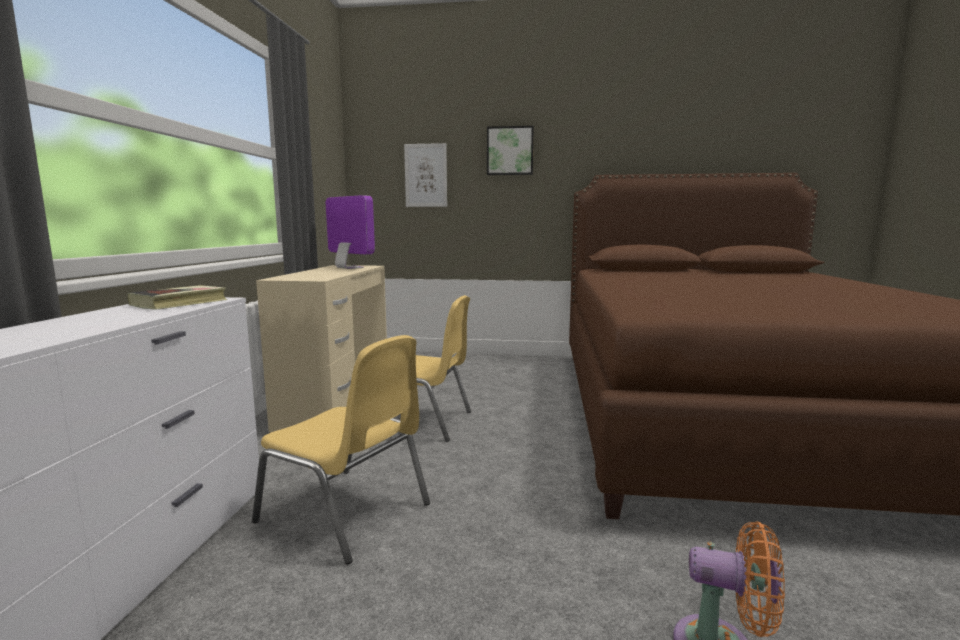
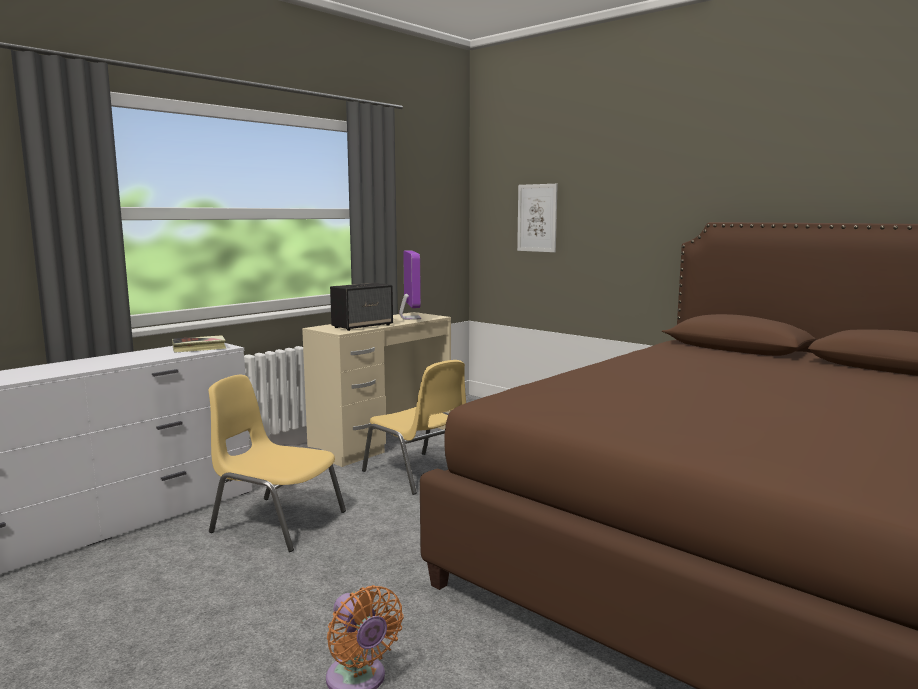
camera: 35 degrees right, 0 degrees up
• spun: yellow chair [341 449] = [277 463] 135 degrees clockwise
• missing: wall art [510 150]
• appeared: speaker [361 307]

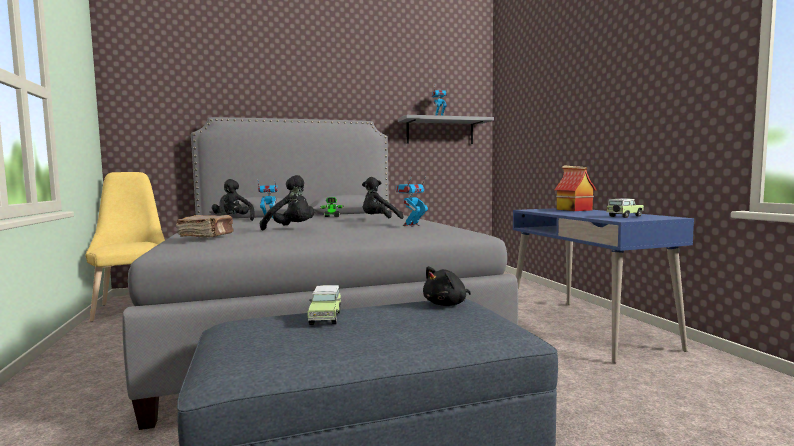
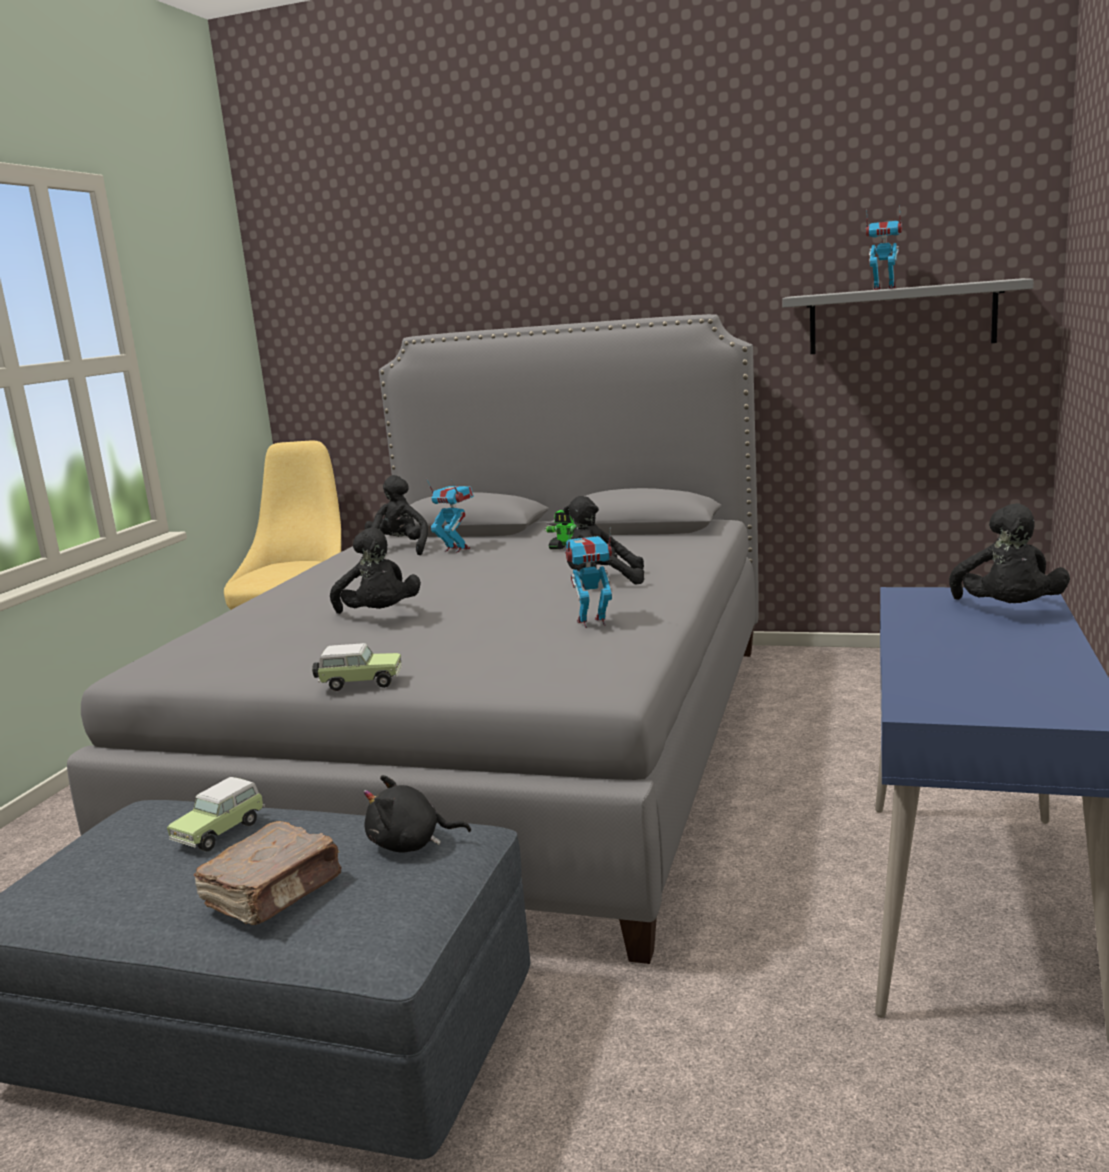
camera: 35 degrees right, 10 degrees up
• relocated: brownish volume [205 226] to [268 873]
• exchanged: miniature house [575 188] to blackish cuddly toy [1009 553]
• relocated: model car [625 208] to [357 667]

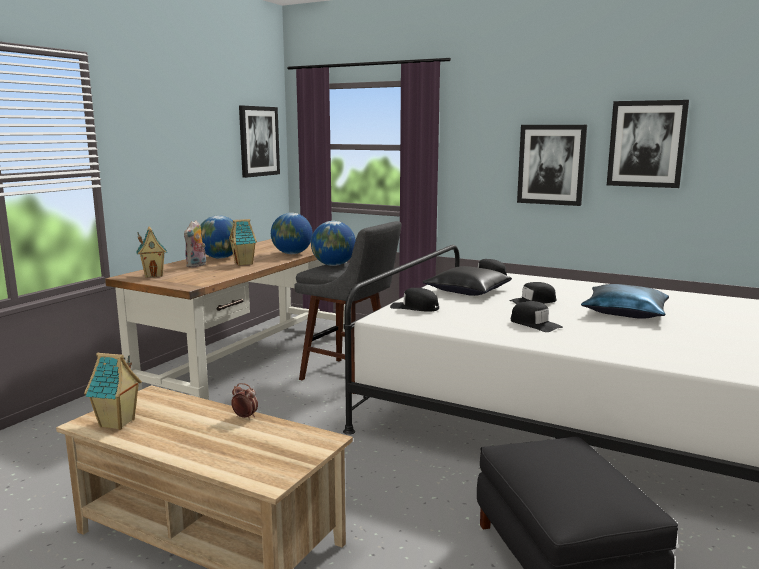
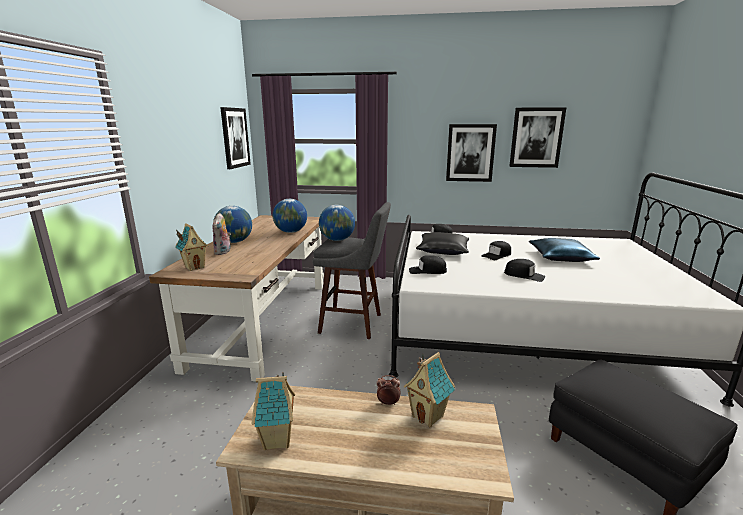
camera: 20 degrees left, 5 degrees up
• relocated: miniature house [243 242] to [429 389]

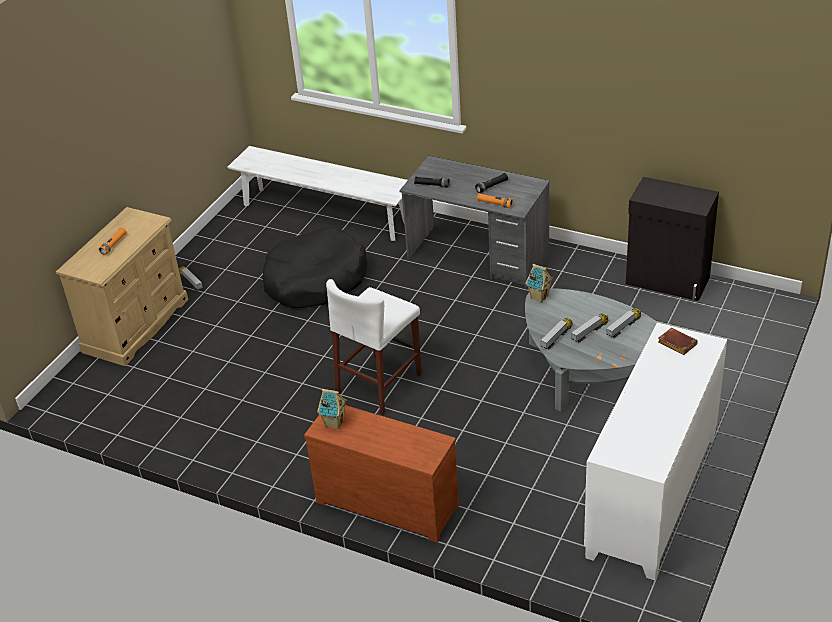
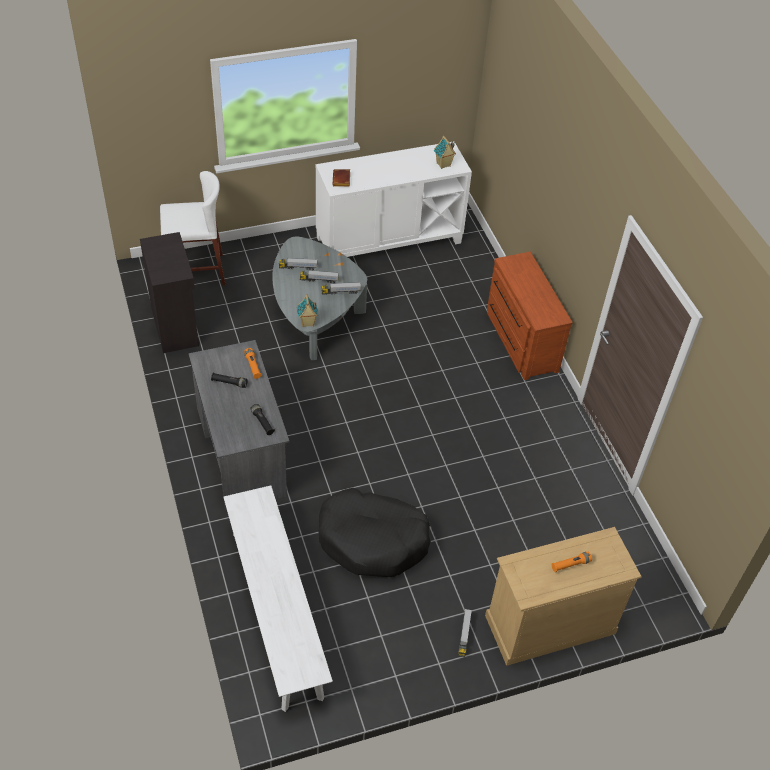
camera: 140 degrees left, 10 degrees up
• relocated: miniature house [332 409] to [445 152]
• relocated: white sitting stool [374 347] to [192 228]

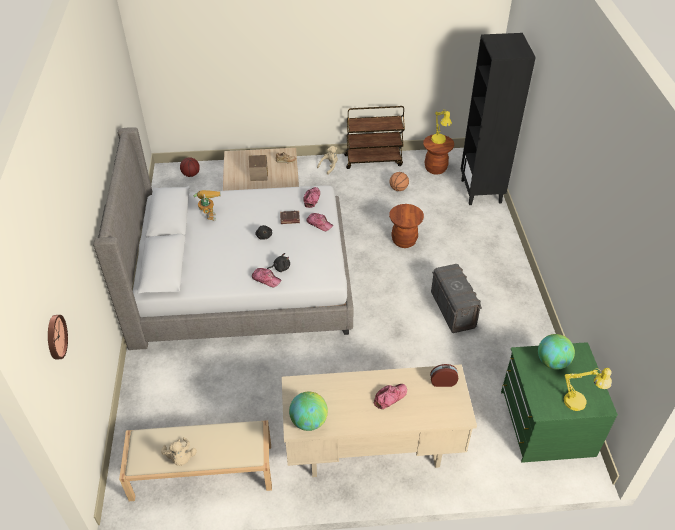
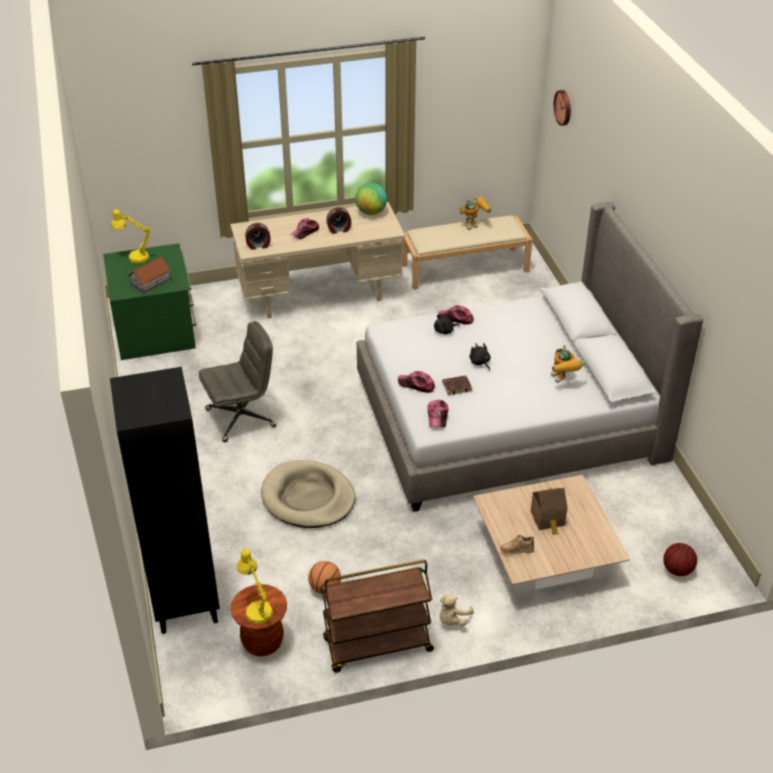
camera: 170 degrees right, 5 degrees down
• exchanged: beige-coloured cuddly toy [179 451] to model robot [475 213]
• exchanged: brownish sitting stool [406 226] to beige-coloured dog cushion [308 494]
• exchanged: greyish storage container [456 298] to greyish desk chair [237 381]
• exchanged: world globe [556 352] to miniature house [149 275]
• appeared: alarm clock [338 220]

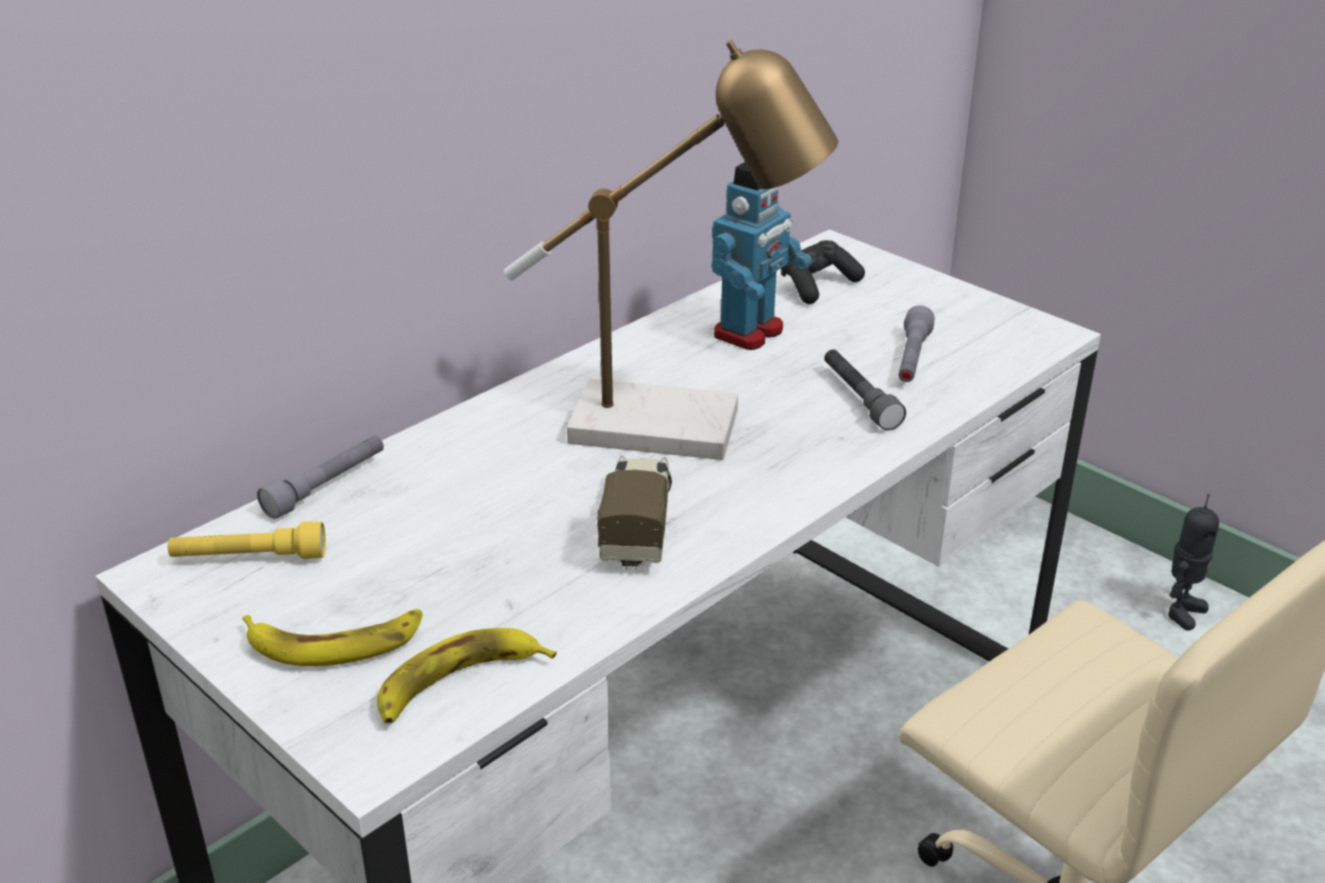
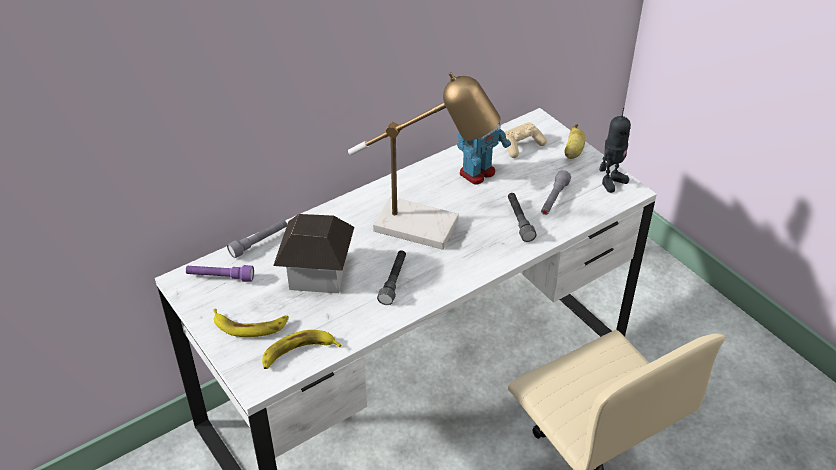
camera: 10 degrees right, 10 degrees up
• colour: yellow hand torch [247 540] to purplish hand torch [220 273]
• exchanged: toy truck [634 513] to greyish hand torch [391 277]
• colour: blackish game controller [823 272] to beige-coloured game controller [526 140]
• relocated: model robot [1193 562] to [615 150]
• appeared: miniature house [313 253]
• appeared: whole banana [574 141]

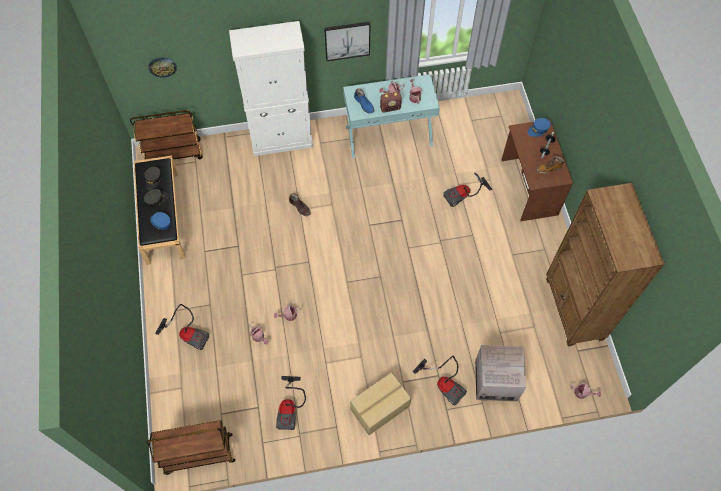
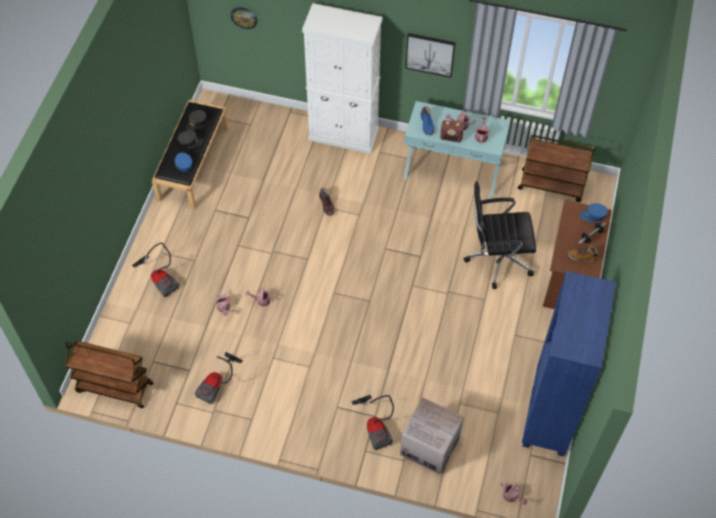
camera: 25 degrees right, 5 degrees down
• relocated: brownish trolley [166 135] to [556 168]
• missing: cardboard box [380 403]
• exchanged: hoover [467 190] to blackish desk chair [500 235]
• colour: brownish shelving unit [605 265] to blue shelving unit [569 363]

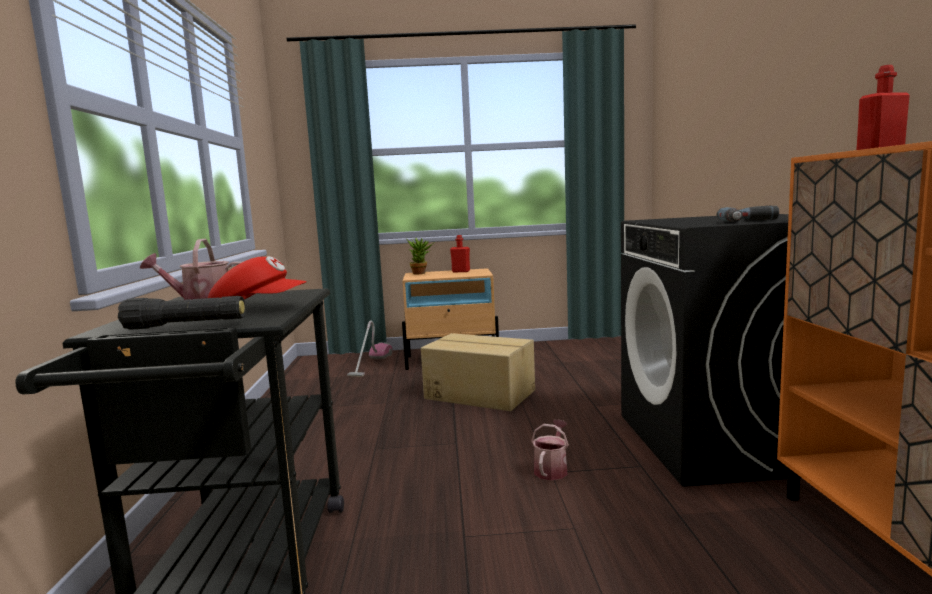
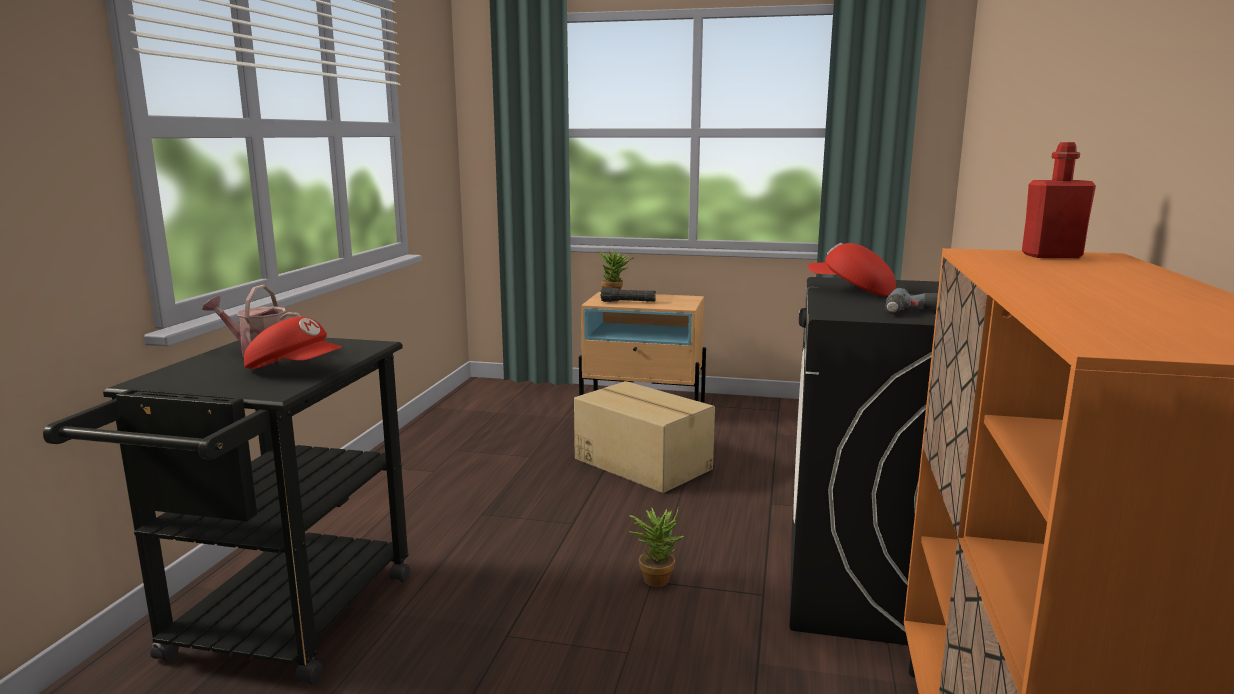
camera: 15 degrees right, 5 degrees up
• relocated: blackish hand torch [182 313] to [628 294]
• missing: hoover [369 348]
• missing: red drink bottle [460 253]
• exchanged: watering pot [550 450] to plant in a pot [656 547]
• appeared: red peaked cap [852 269]

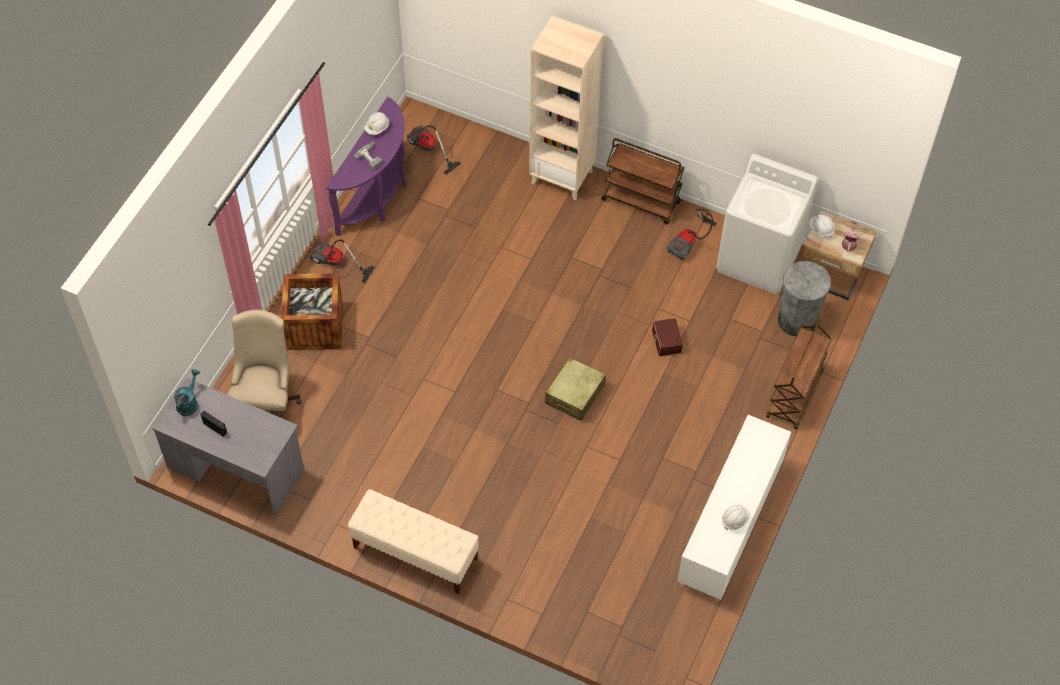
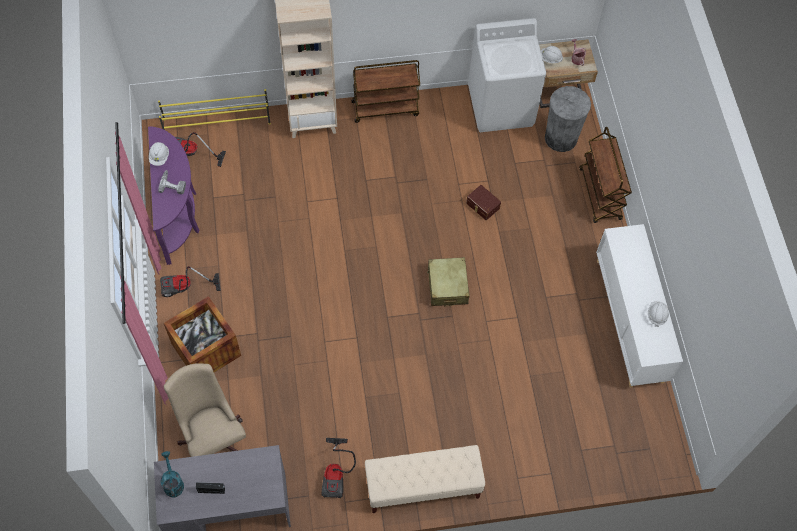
camera: 35 degrees left, 5 degrees up
• relocated: hoover [692 235] to [338 468]
• appeared: yellow shoe shelf [214 109]

